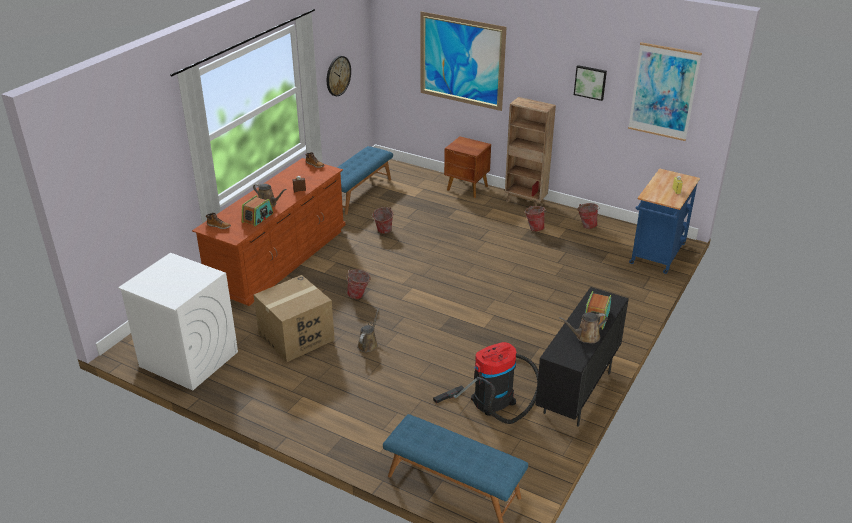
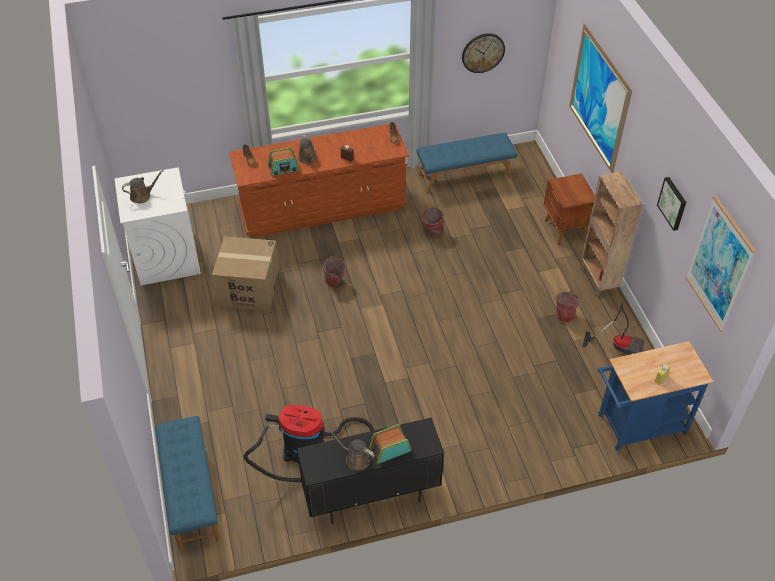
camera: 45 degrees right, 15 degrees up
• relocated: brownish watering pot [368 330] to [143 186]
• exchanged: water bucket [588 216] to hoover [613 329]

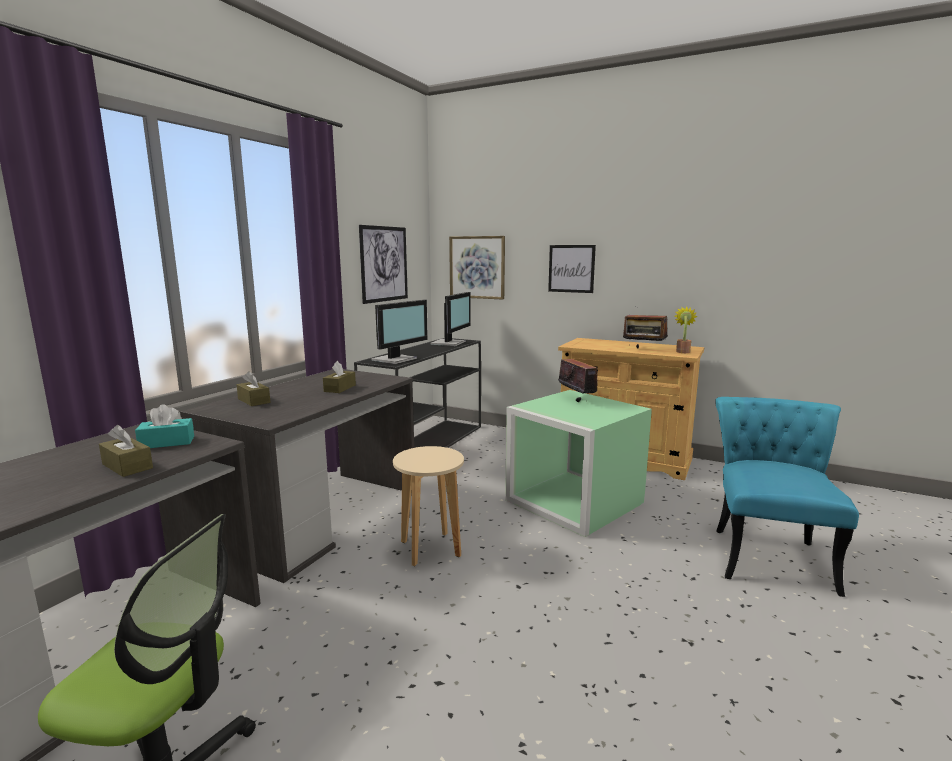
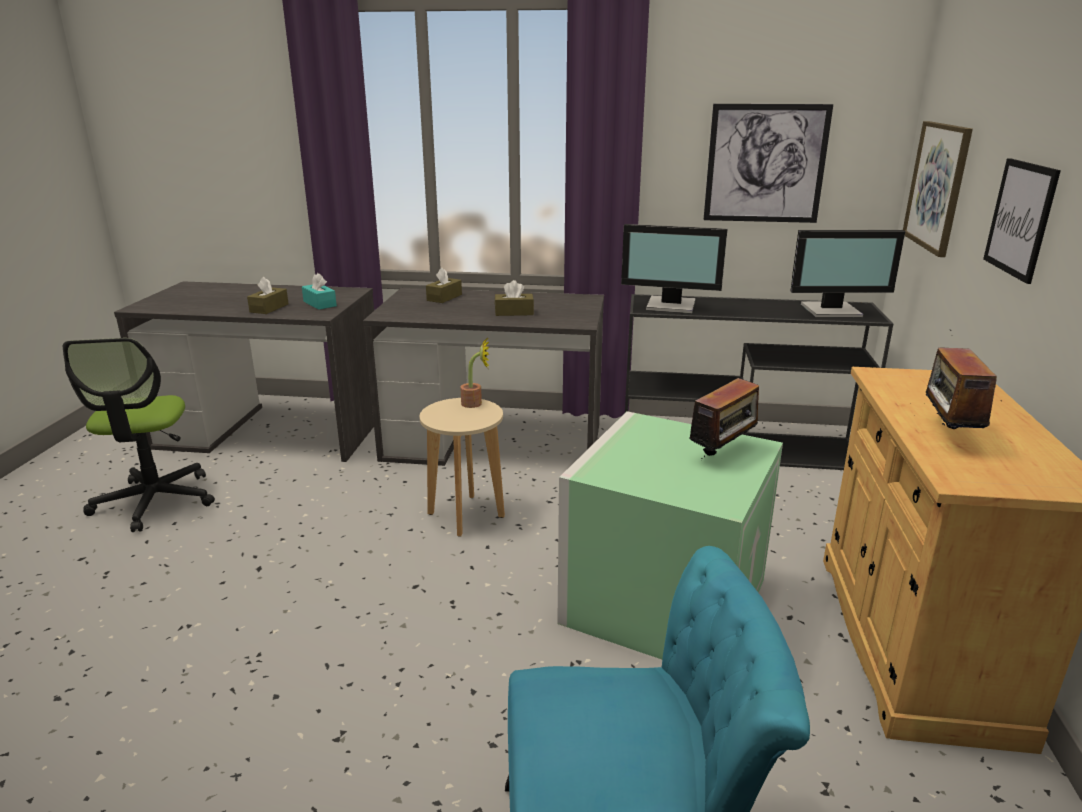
camera: 70 degrees right, 10 degrees up
• relocated: plant in a pot [686 329] to [475 373]

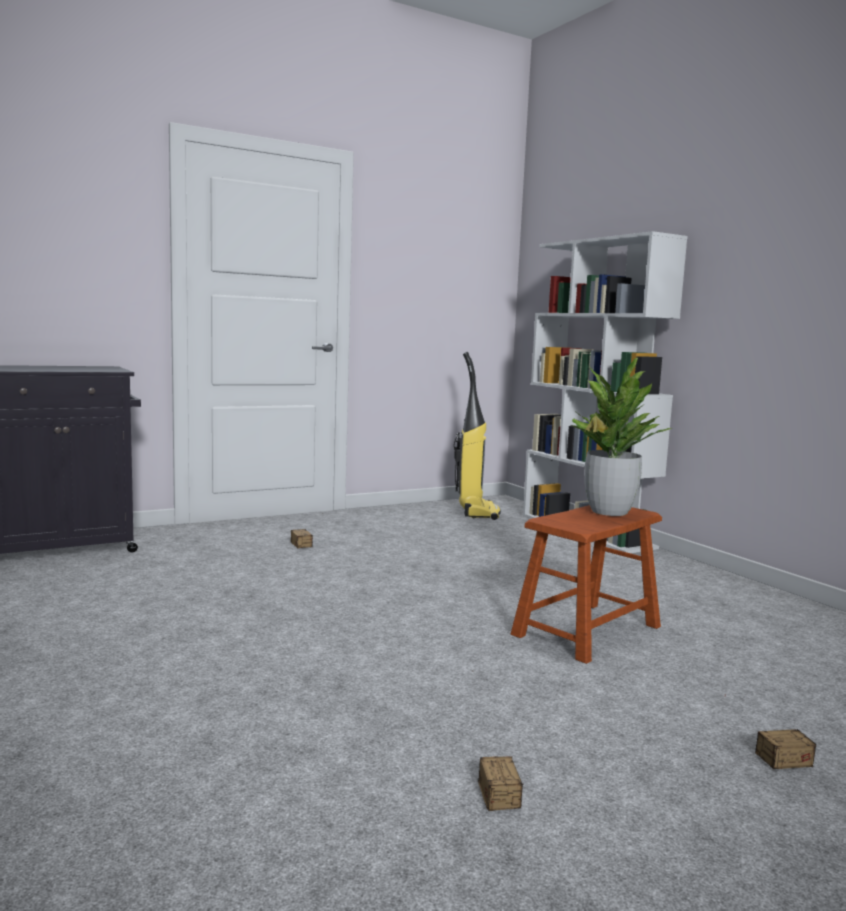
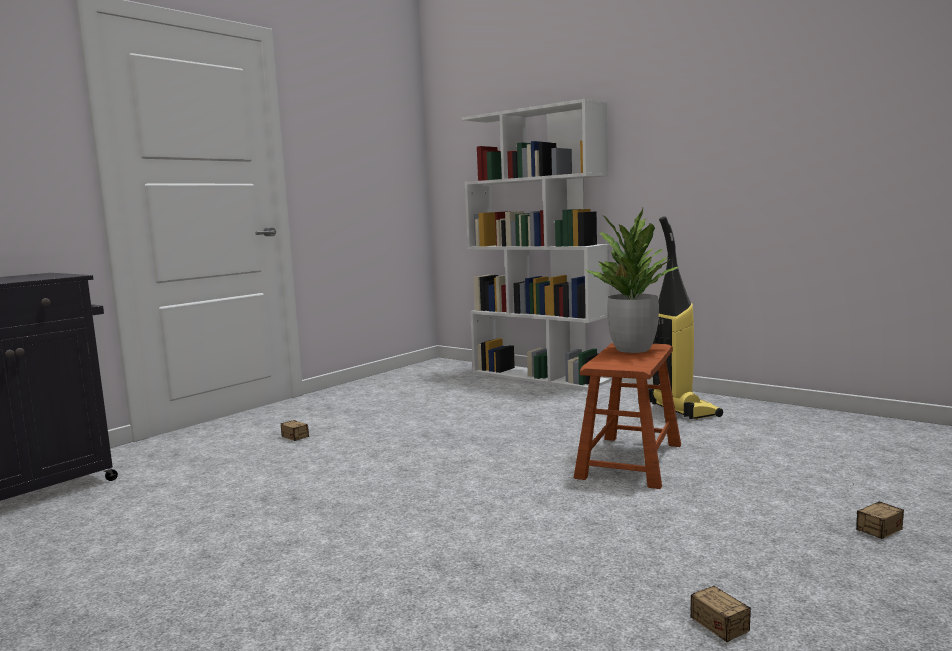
camera: 20 degrees left, 0 degrees up
• relocated: hoover [477 436] to [685 317]

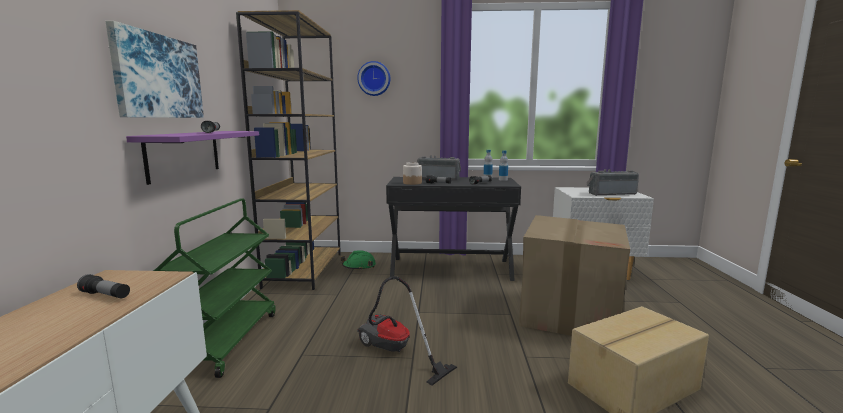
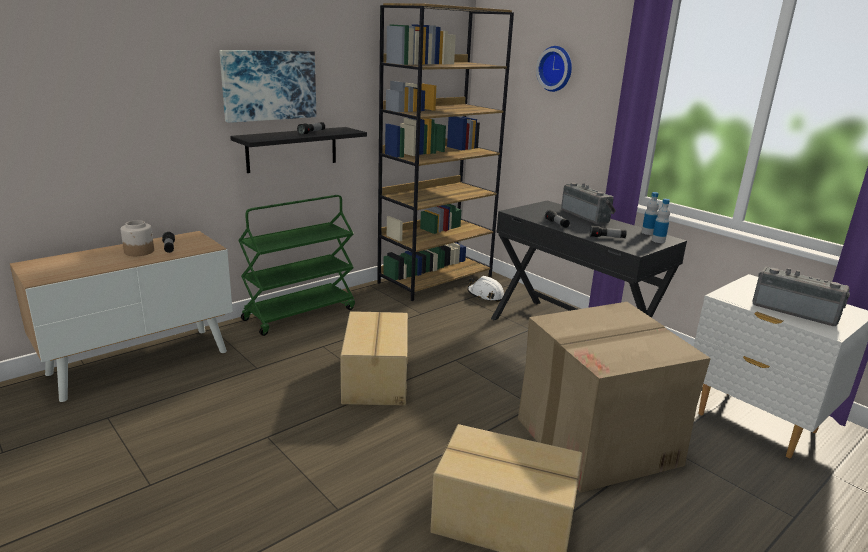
camera: 45 degrees right, 10 degrees up
• colour: purplish wall shelf [192 158] to blackish wall shelf [298 150]
• colour: greenish work helmet [358 260] to white work helmet [485 289]
• exchanged: hoover [407 331] to cardboard box [374 358]
• relocated: storage jar [412 173] to [137 238]

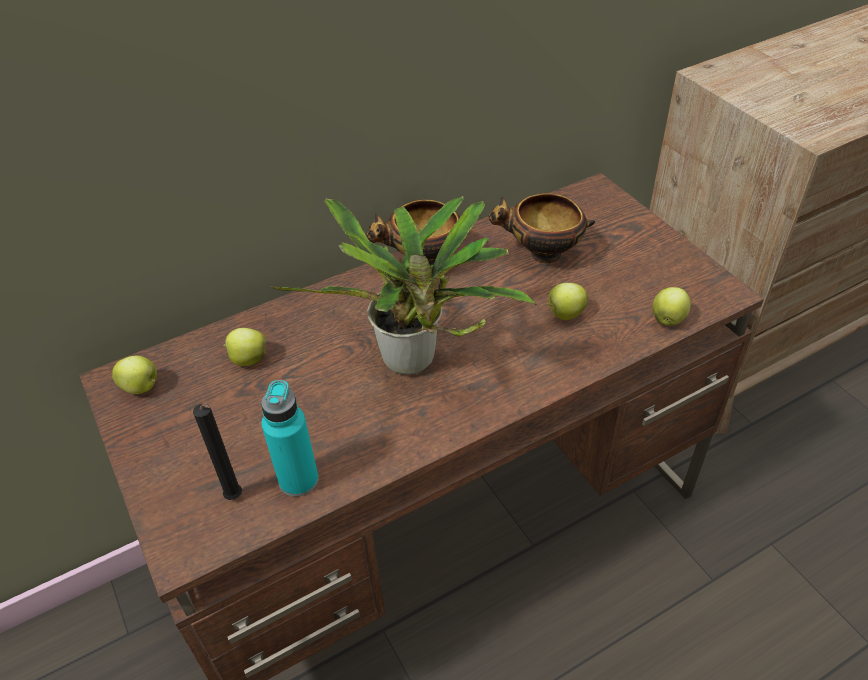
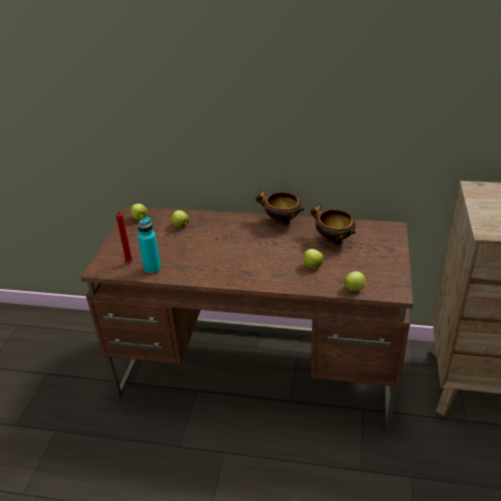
camera: 40 degrees right, 10 degrees down
• colour: blackish wax light [217 451] to red wax light [124 237]
• missing: plant in a pot [404 285]

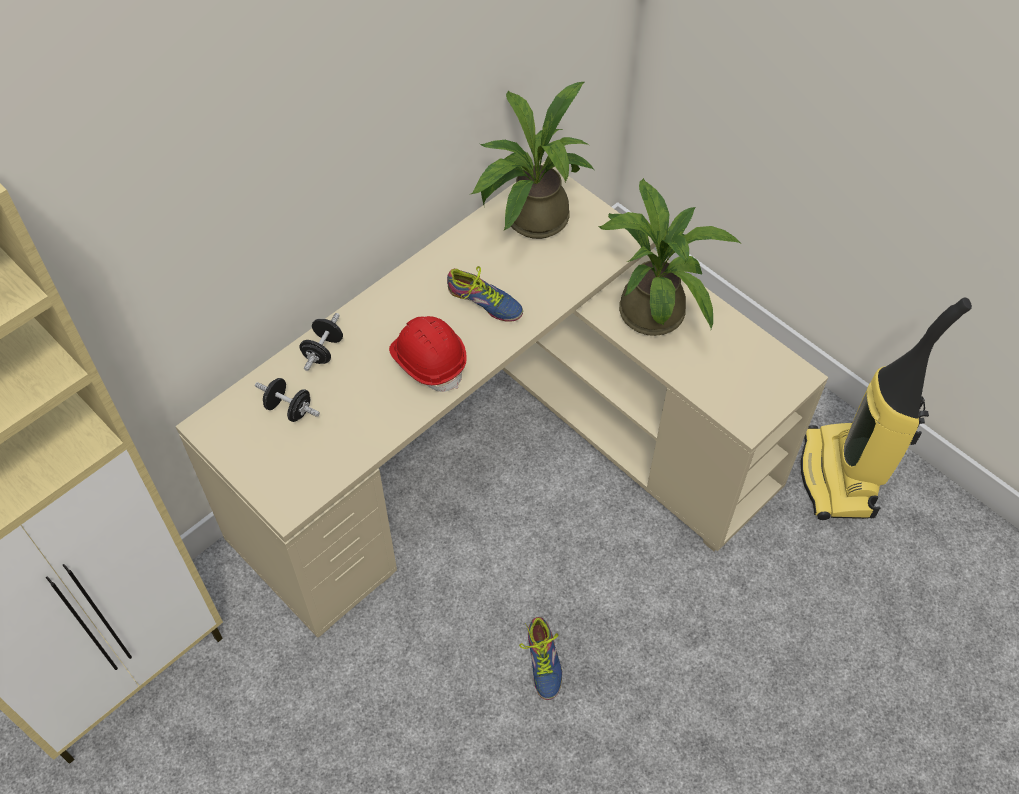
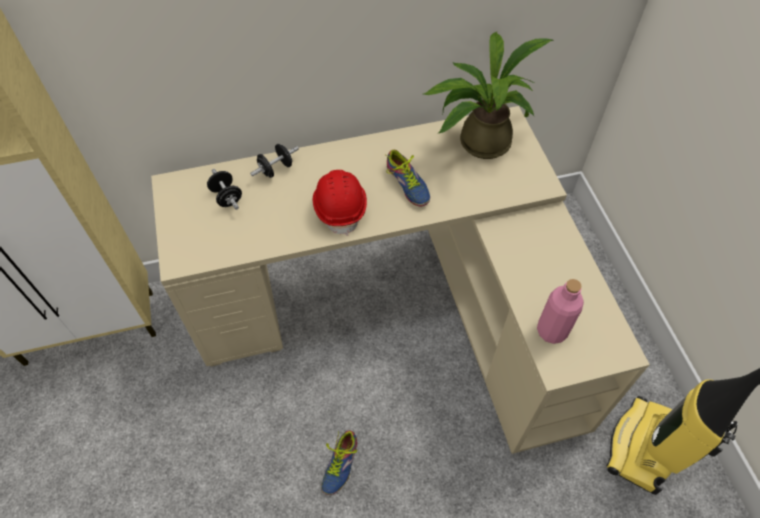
camera: 30 degrees right, 0 degrees up
• missing: plant in a pot [669 257]
• appeared: pink-coloured drink bottle [560 311]

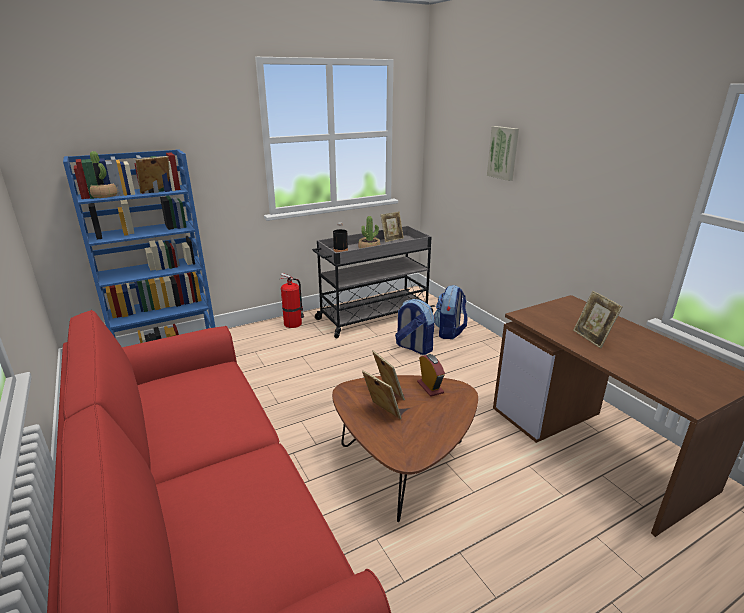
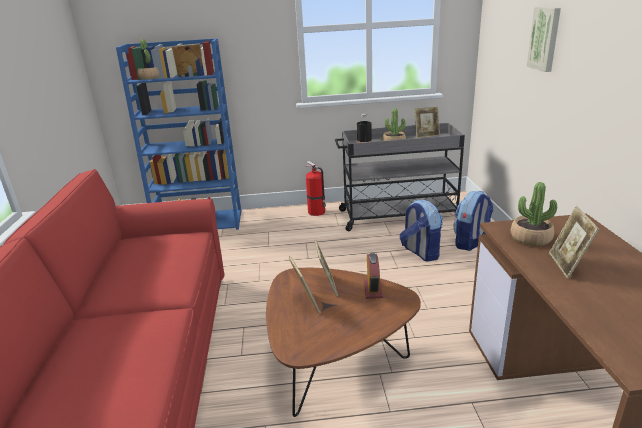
camera: 25 degrees right, 0 degrees up
• appeared: plant in a pot [534 214]

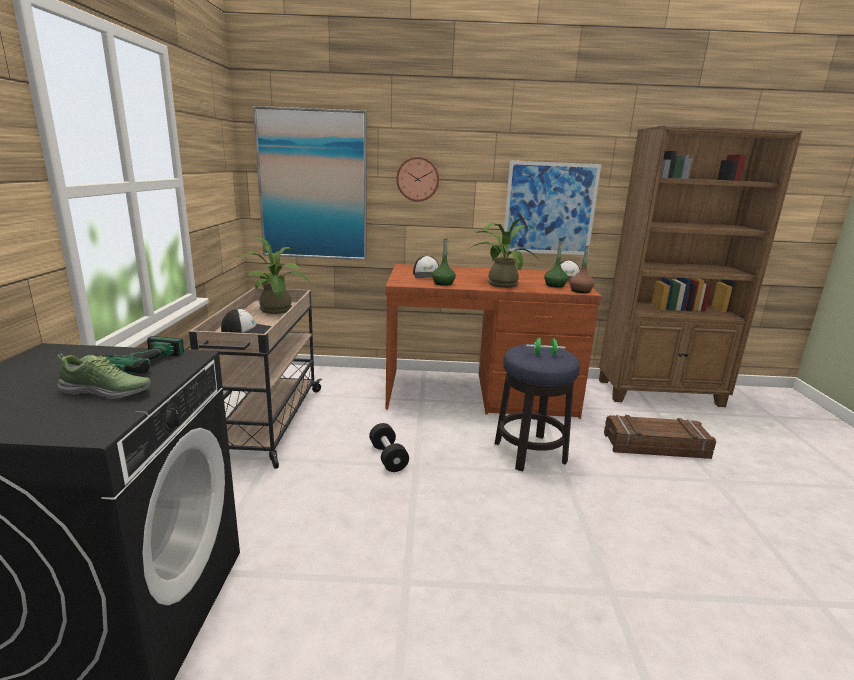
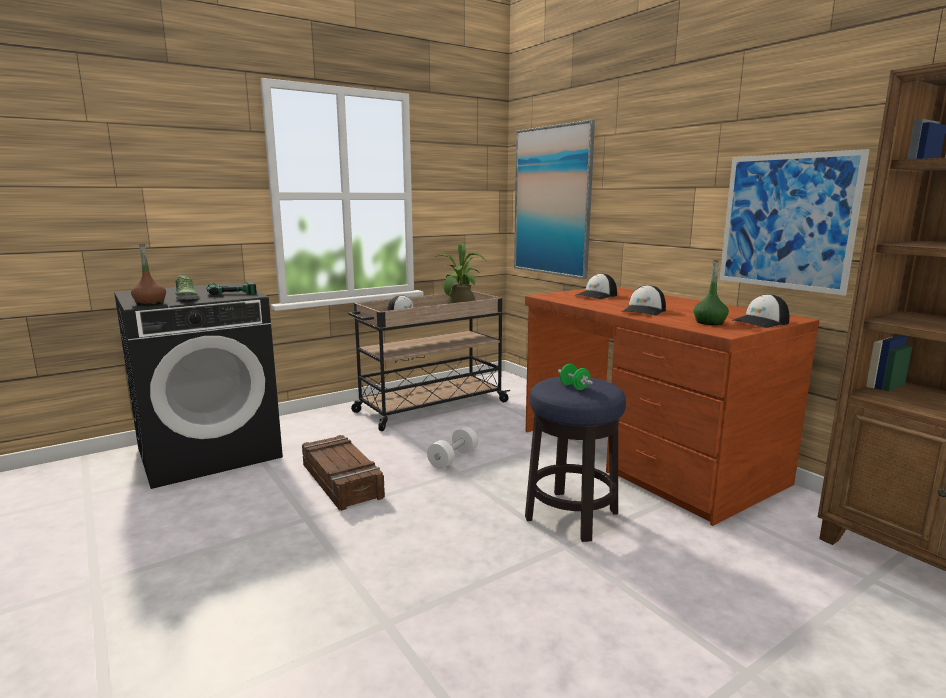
camera: 55 degrees right, 5 degrees down
• colour: blackish dumbbell [389 447] to white dumbbell [452 447]
• missing: wall clock [417 179]
• missing: greenish drink bottle [444 262]
• exchanged: plant in a pot [505 252] to peaked cap [644 300]
• relocated: brownish drink bottle [581 269] to [148 275]
• relocated: shipping crate [660 437] to [343 473]

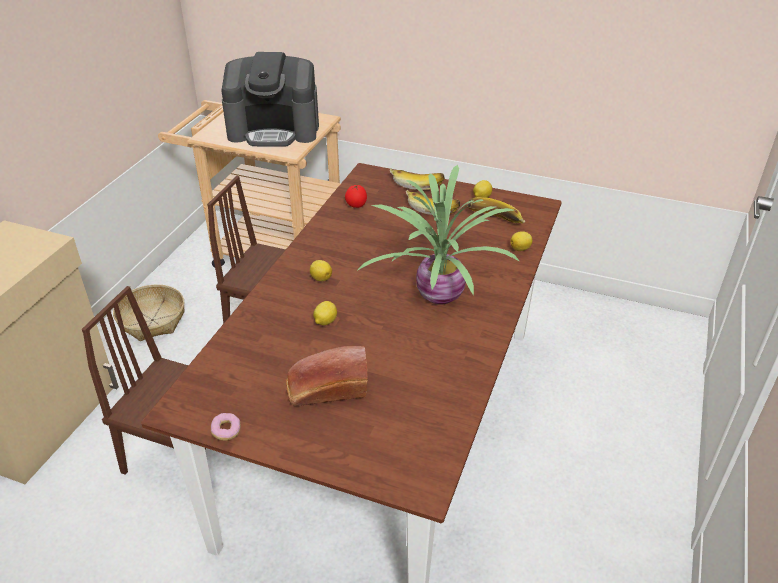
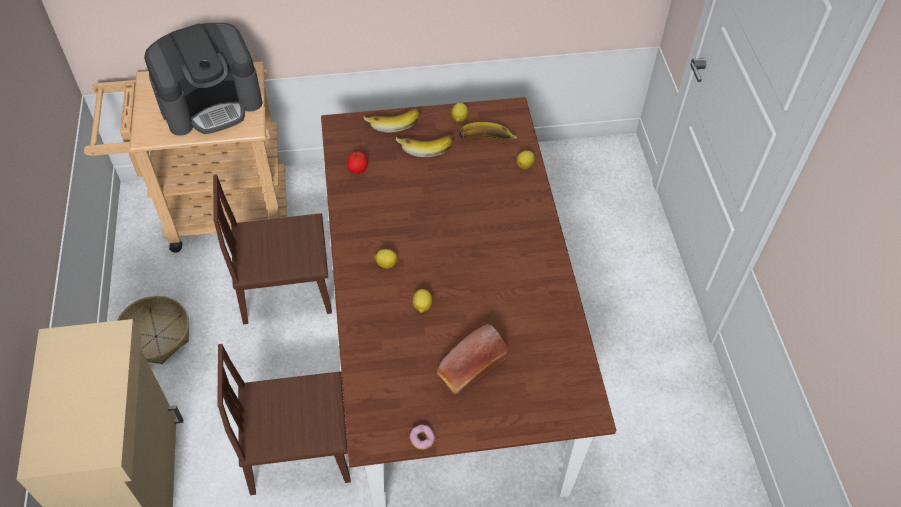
camera: 30 degrees left, 15 degrees up
• missing: plant in a pot [438 235]

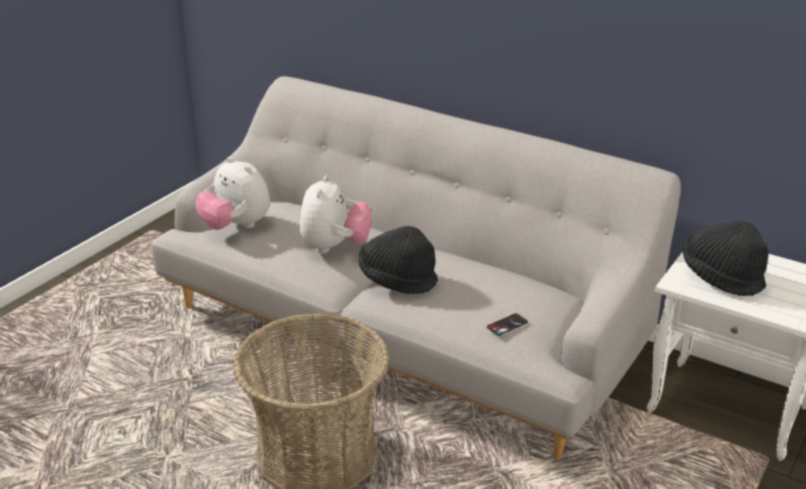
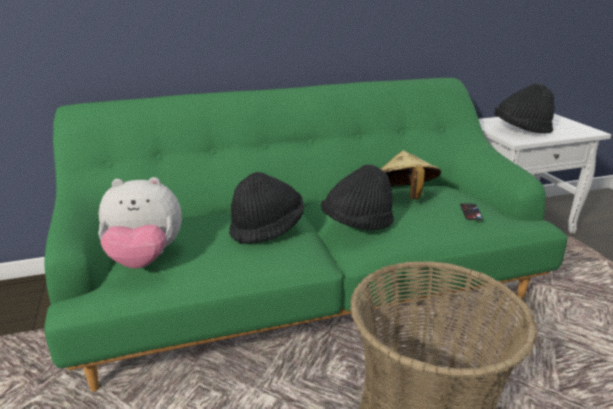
camera: 50 degrees left, 5 degrees down
• colour: greyish settee [416 268] to greenish settee [306 234]
• exchanged: cuddly toy [336 214] to blackish wearable hat [266 208]
• appeared: beige-coloured wearable hat [411 174]

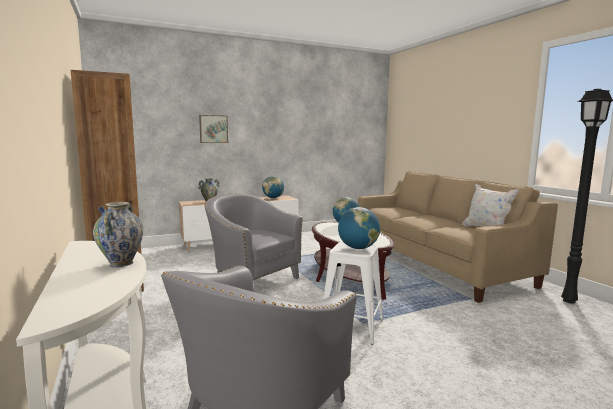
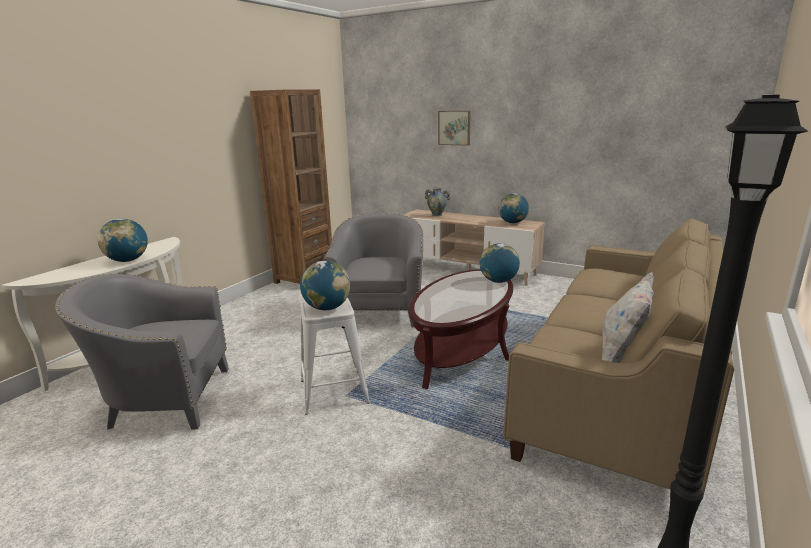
camera: 55 degrees right, 10 degrees up
• exchanged: vase [118 234] to world globe [123 240]

